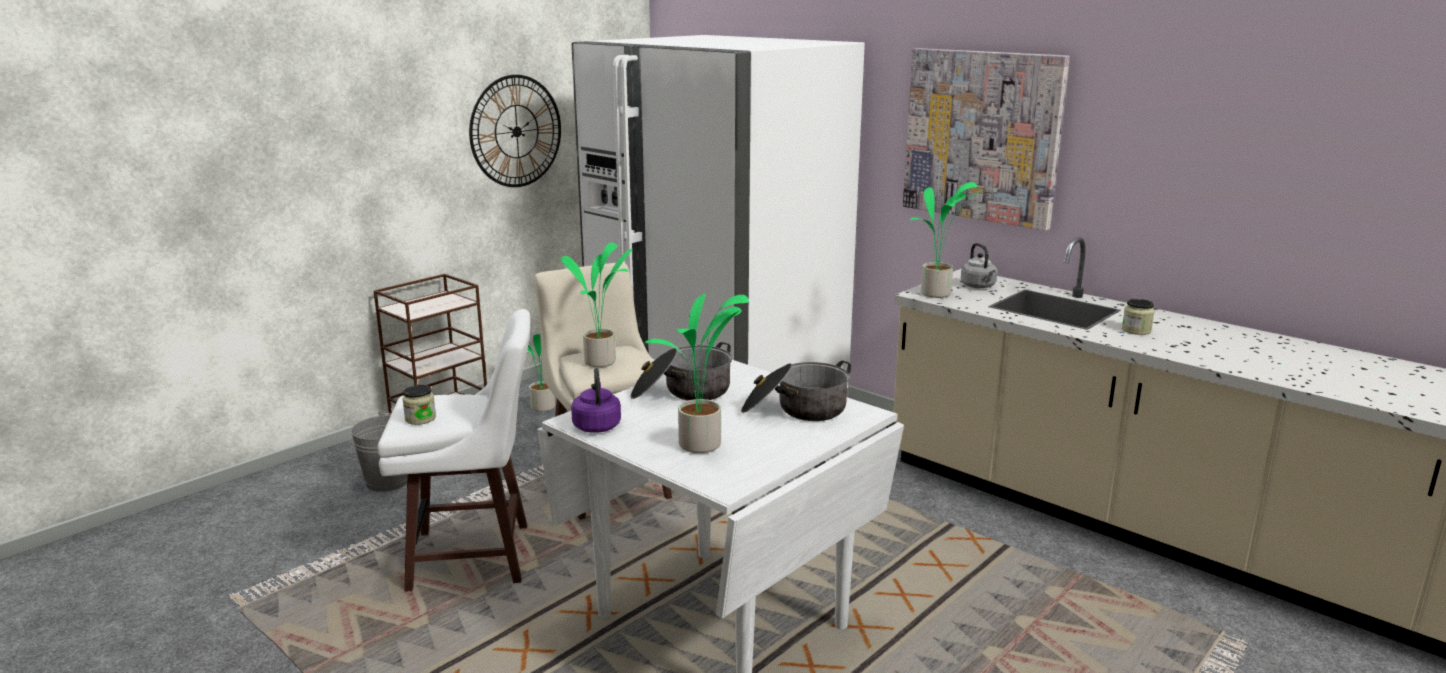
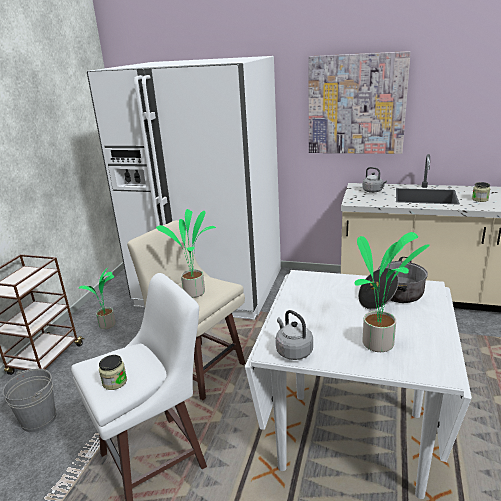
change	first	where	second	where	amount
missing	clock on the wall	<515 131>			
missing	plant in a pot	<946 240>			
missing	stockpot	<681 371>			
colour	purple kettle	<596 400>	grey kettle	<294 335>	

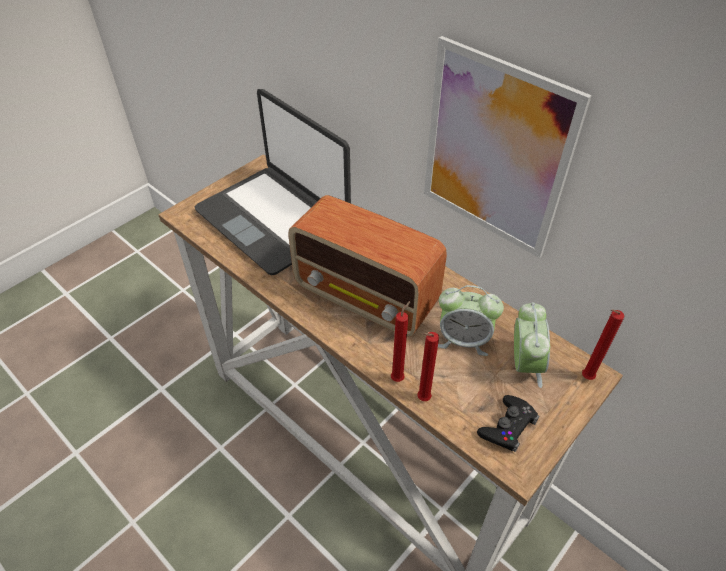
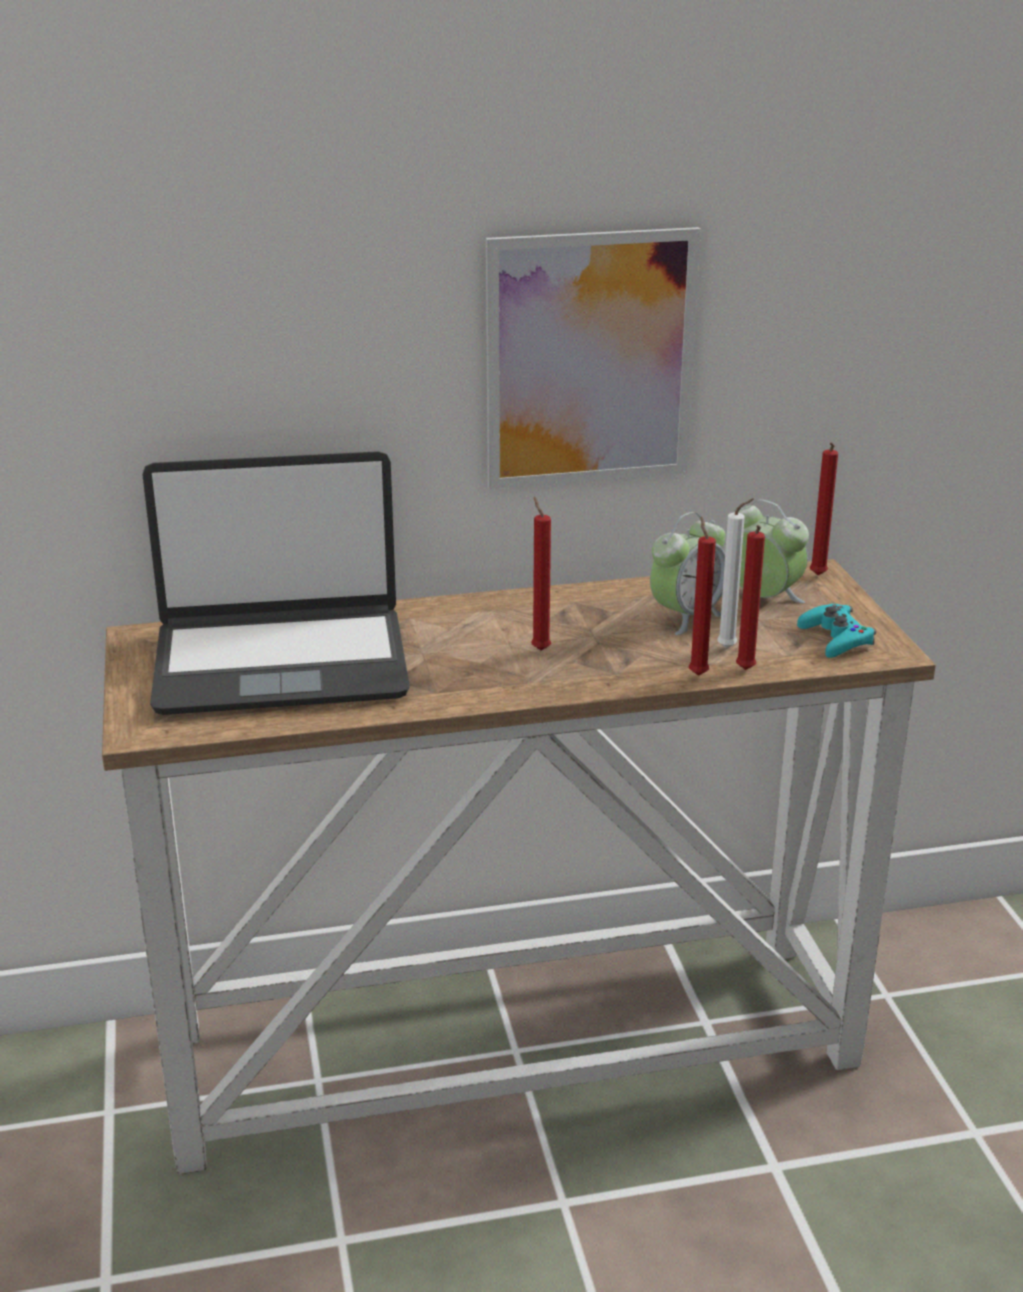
change	first	where	second	where	amount
exchanged	radio receiver	<367 266>	reddish wax light	<541 573>	
colour	black game controller	<508 423>	turquoise-coloured game controller	<836 631>	
appeared			whitish wax light	<735 573>	

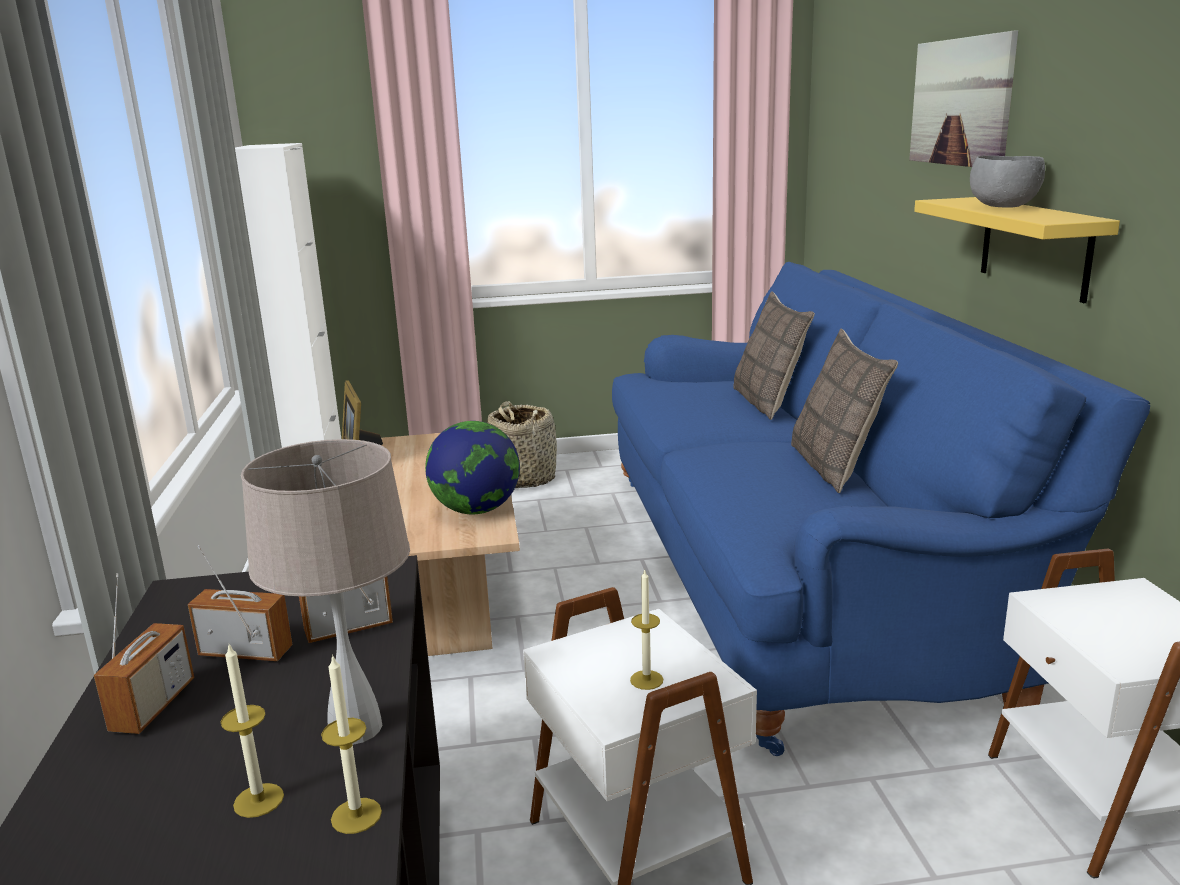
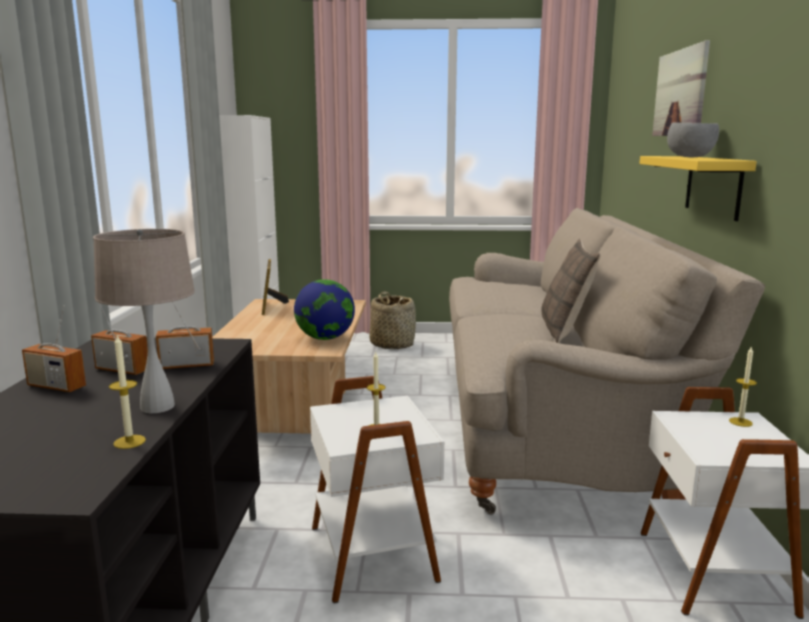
change	first	where	second	where	amount
colour	blue settee	<881 509>	sand-coloured settee	<607 361>	
missing	pillow	<774 355>			
spun	radio receiver	<144 653>		<54 348>	90 degrees clockwise
relocated	wax light	<252 731>		<743 386>	

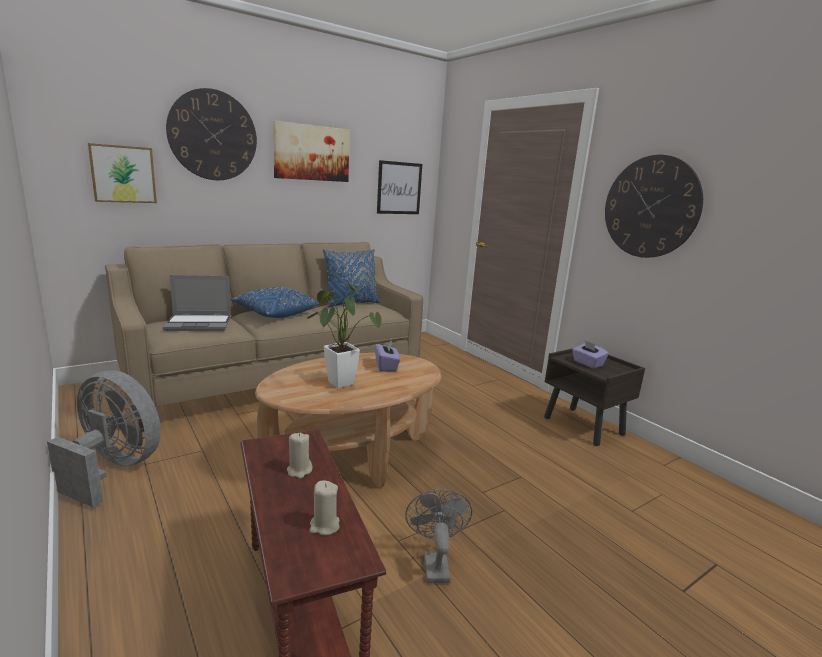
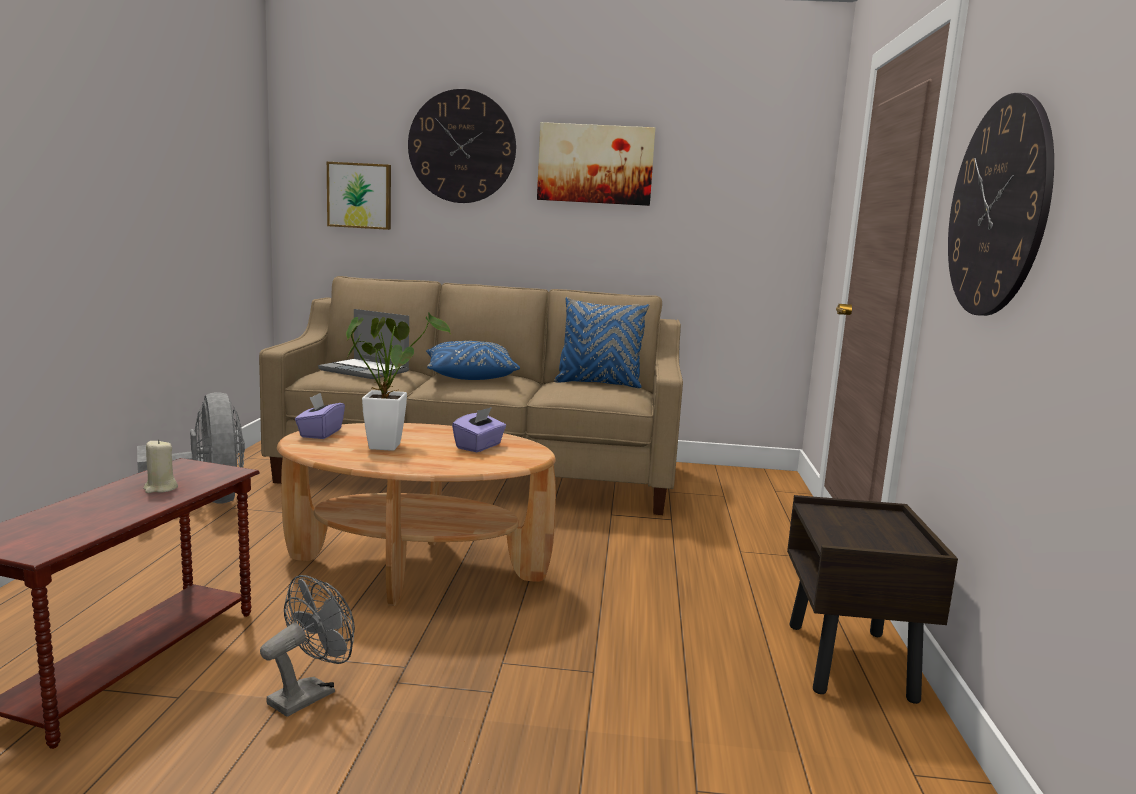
change	first	where	second	where	amount
missing	wall picture	<399 187>			
relocated	purple tissue box	<590 354>		<320 416>	
missing	sand-coloured wax light	<325 508>			

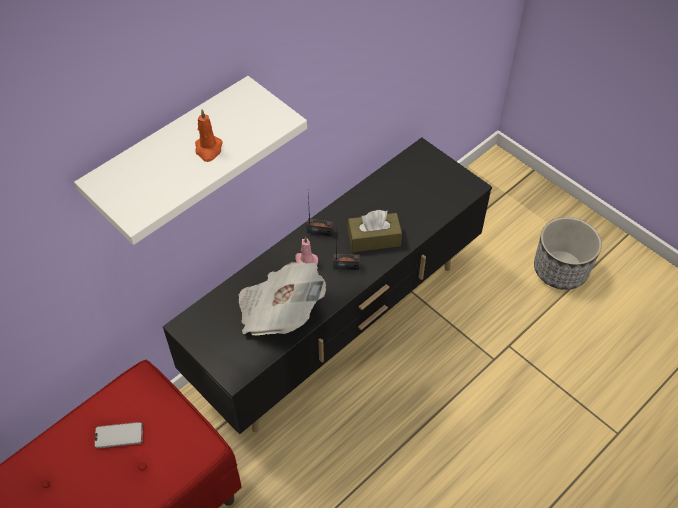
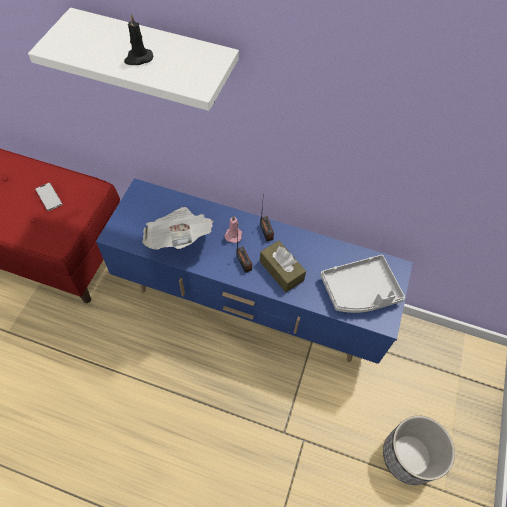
change	first	where	second	where	amount
colour	orange-coloured wax light	<209 135>	black wax light	<138 39>	
colour	black tv unit	<327 285>	blue tv unit	<254 271>	
appeared			grey tray	<362 284>	

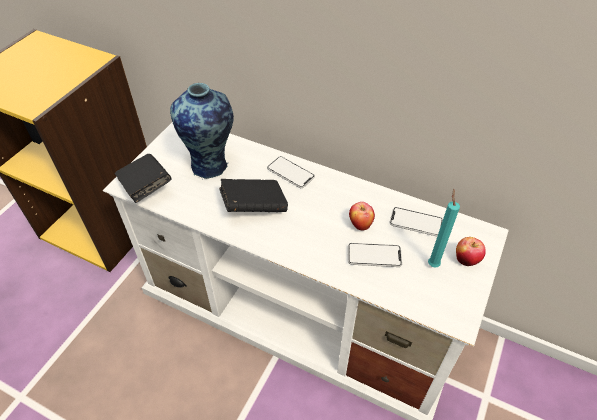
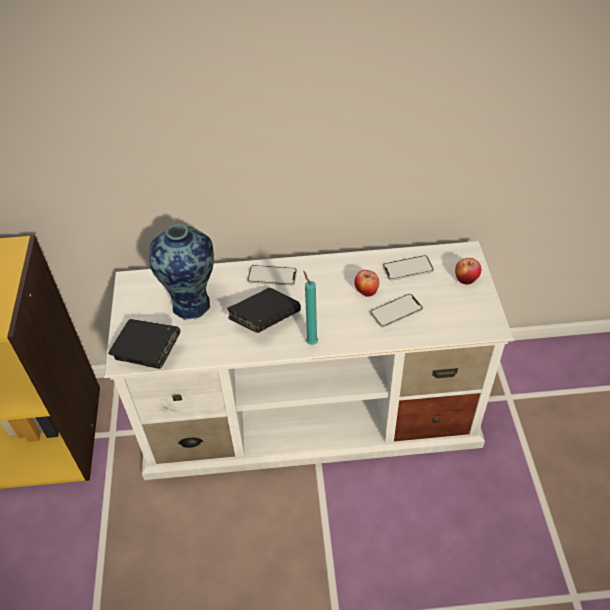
change	first	where	second	where	amount
relocated	turquoise-coloured wax light	<444 228>		<310 308>	

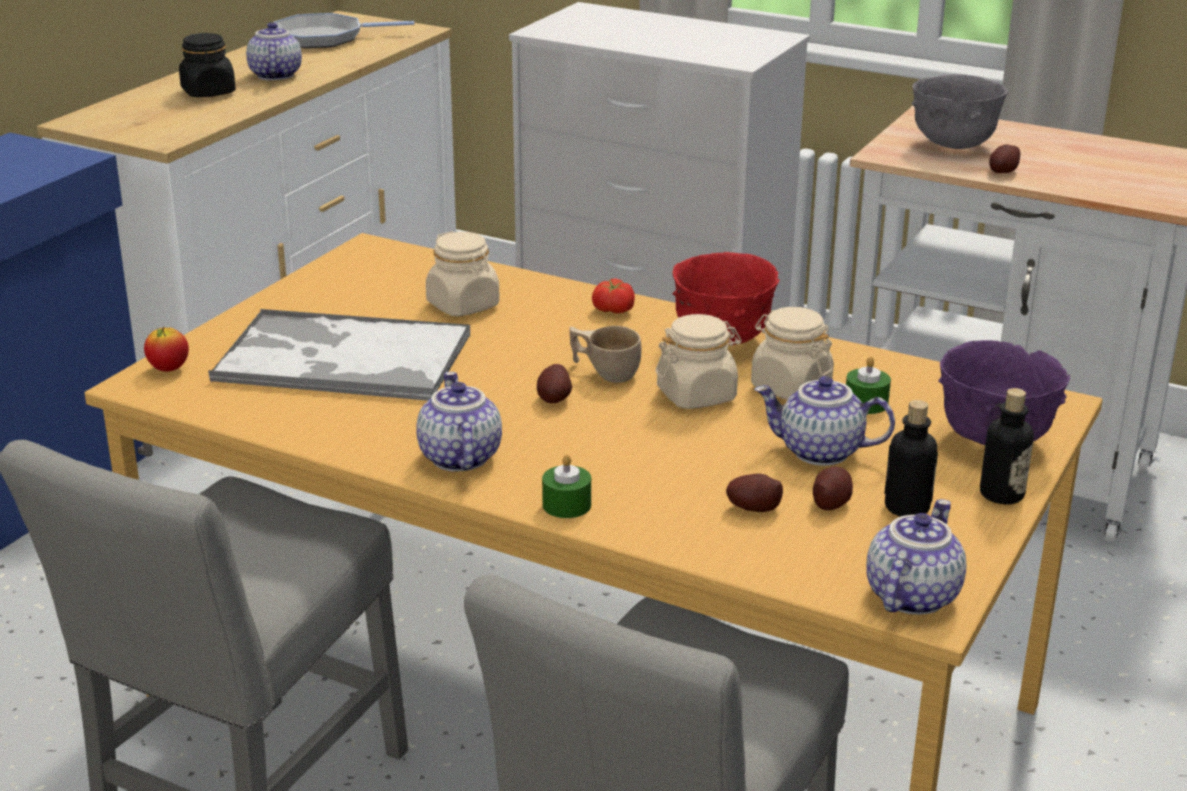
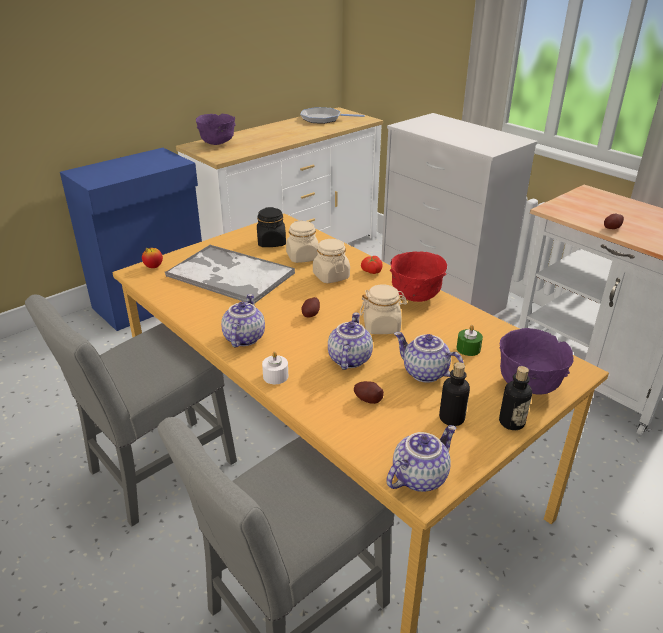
change	first	where	second	where	amount
relocated	teapot	<274 51>		<350 341>	
relocated	black preserve jar	<207 65>		<271 227>	
missing	grey serving bowl	<959 111>			
relocated	sand-coloured preserve jar	<792 353>		<331 261>	
missing	sand-coloured cup	<605 354>			
colour	green wax light	<566 486>	whitish wax light	<275 367>	
missing	whole potato	<833 488>			
appeared			purple serving bowl	<216 129>	

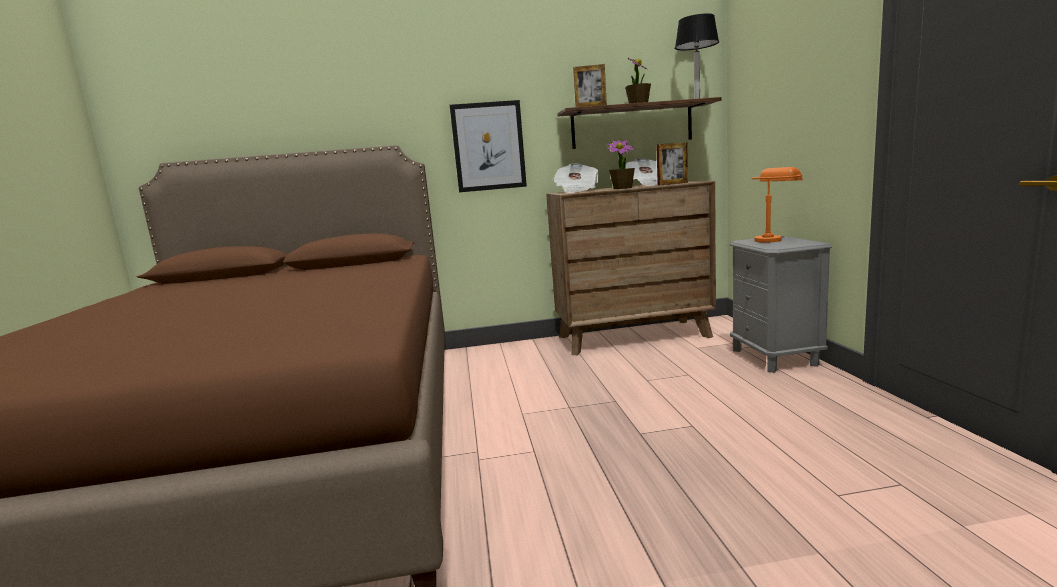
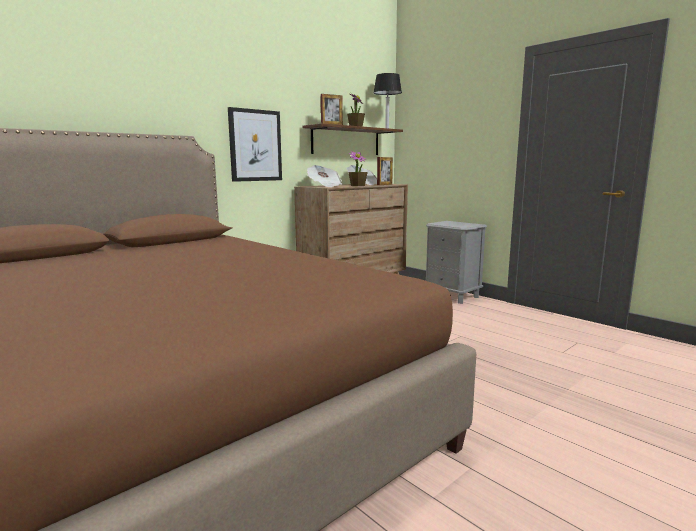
change	first	where	second	where	amount
missing	orange-coloured tabletop lamp	<777 205>			

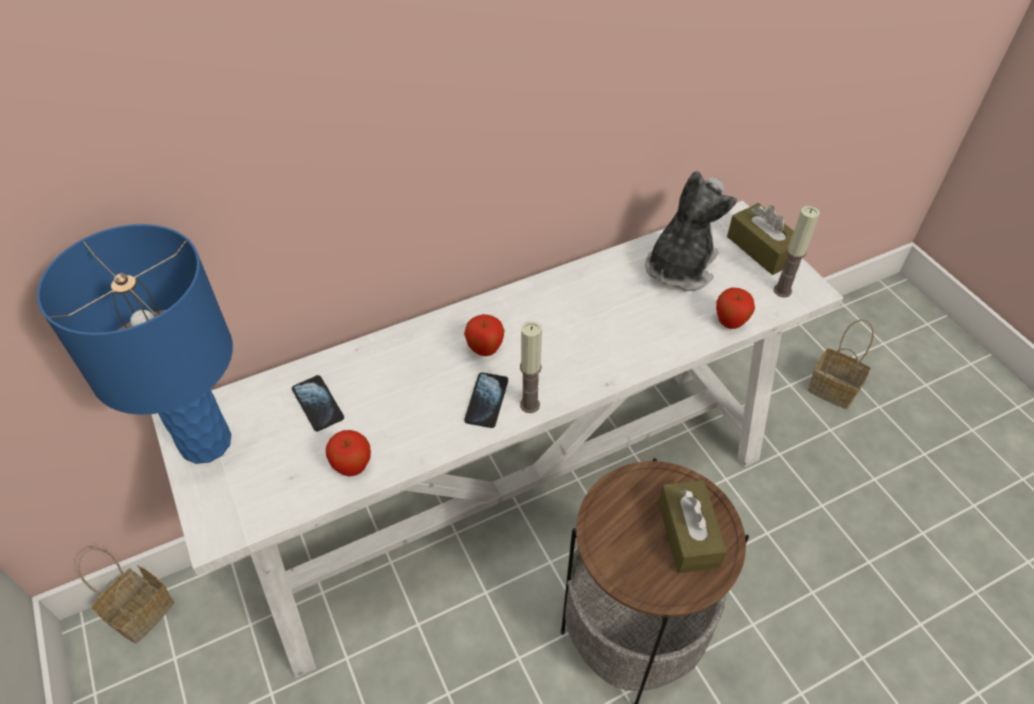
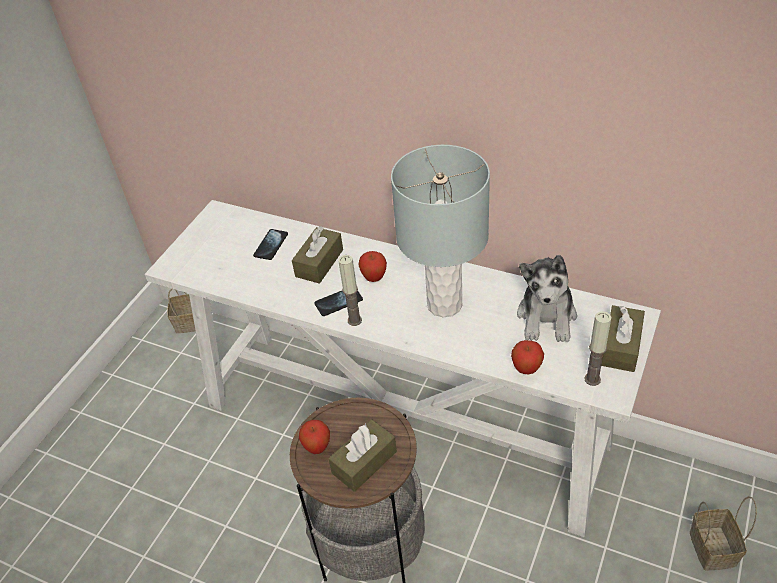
change	first	where	second	where	amount
spun	plush toy	<691 231>		<547 298>	105 degrees clockwise
missing	blue tabletop lamp	<135 344>			
relocated	whole apple	<348 453>		<314 437>	
appeared			grey tabletop lamp	<440 231>	
appeared			brown tissue box	<317 255>	

